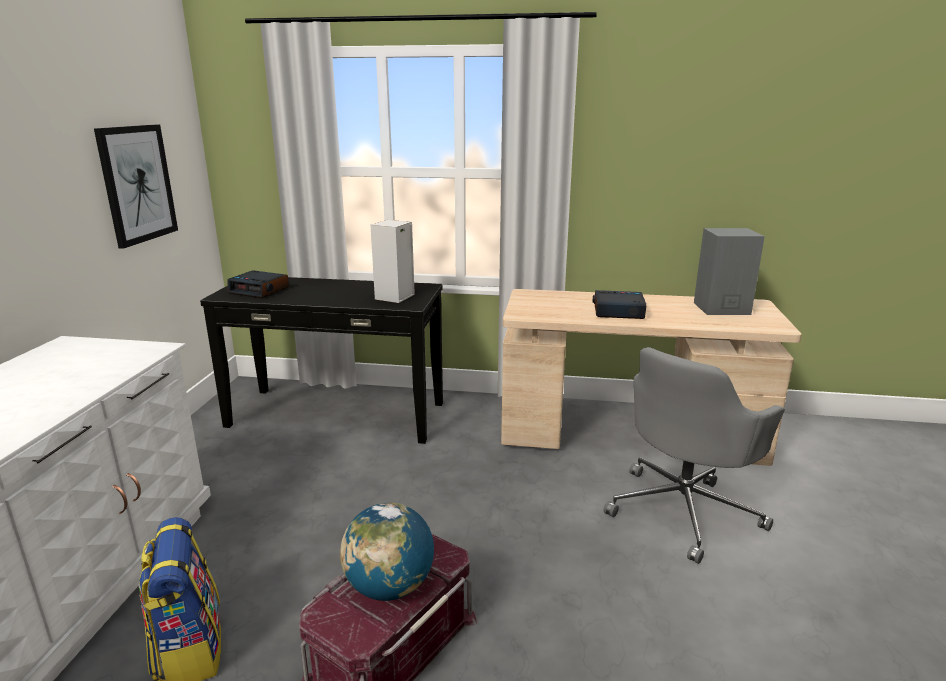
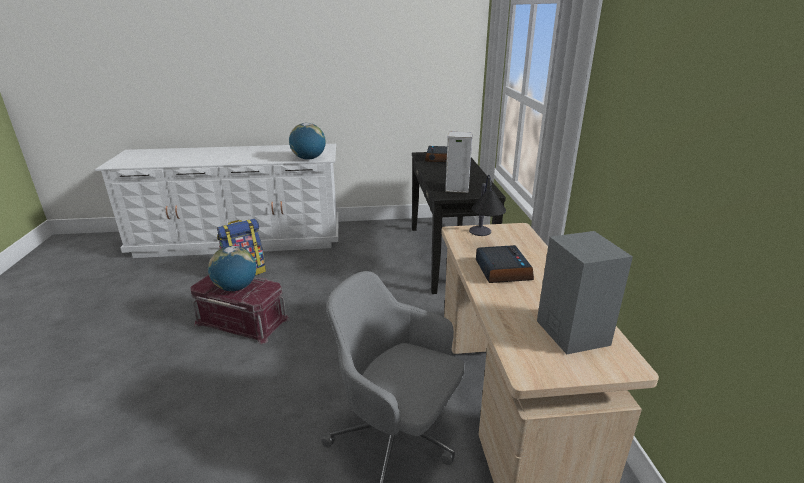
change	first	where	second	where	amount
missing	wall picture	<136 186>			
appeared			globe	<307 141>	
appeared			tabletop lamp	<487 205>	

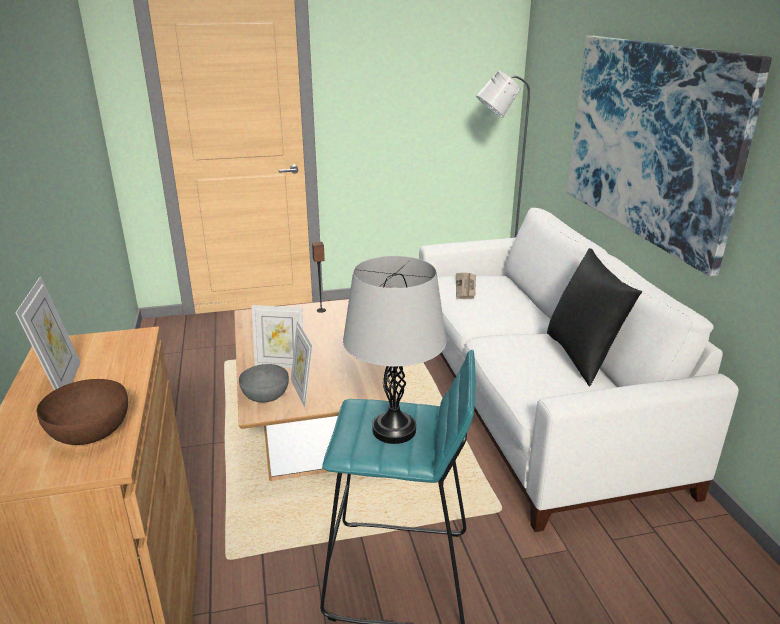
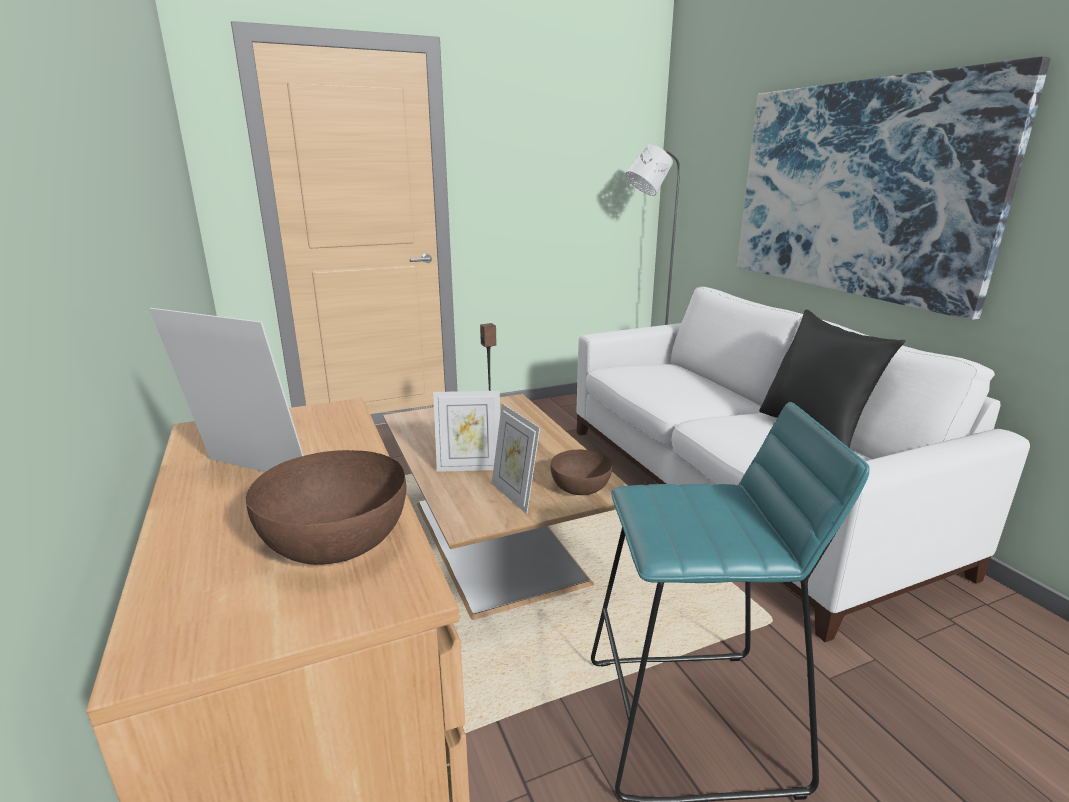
change	first	where	second	where	amount
missing	grey tabletop lamp	<394 350>			
missing	newspaper	<466 286>			
spun	photo frame	<48 333>		<226 390>	45 degrees counterclockwise
missing	grey serving bowl	<264 383>			
appeared			brown serving bowl	<581 472>	

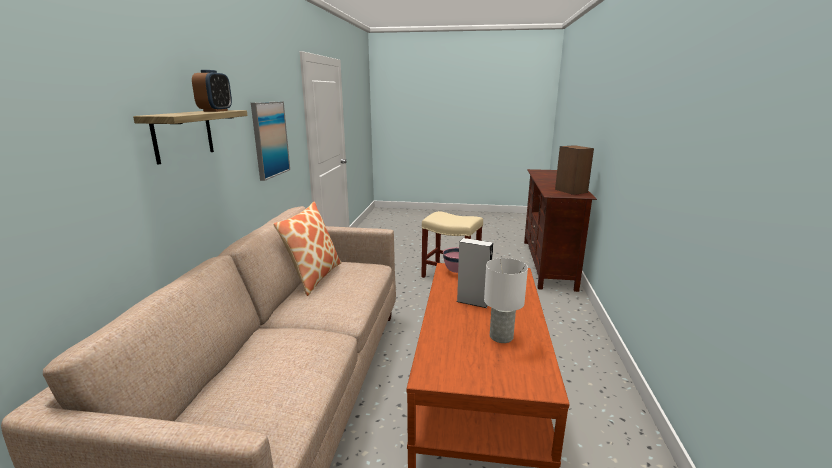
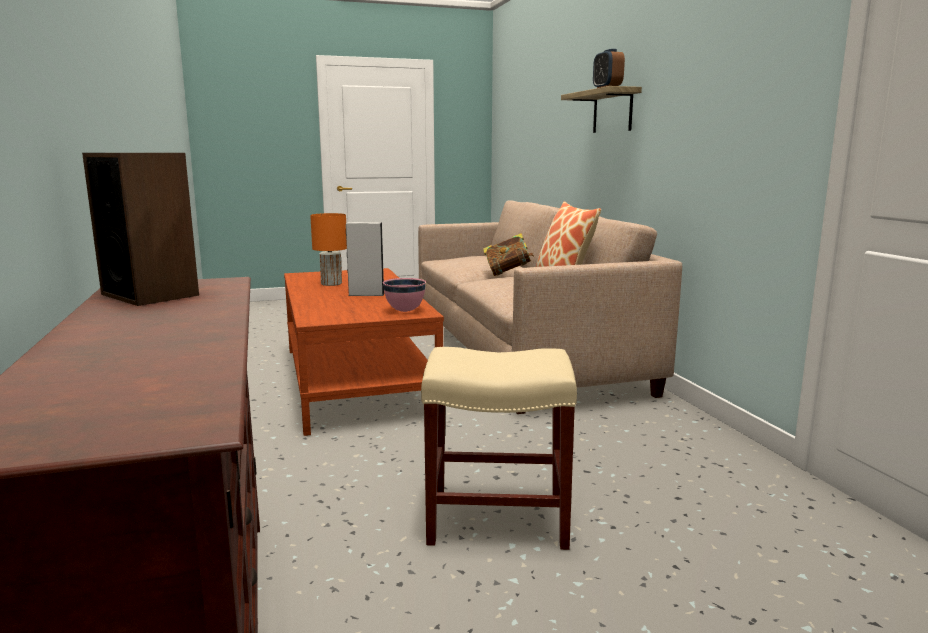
change	first	where	second	where	amount
missing	wall picture	<270 141>			
colour	whitish tabletop lamp	<506 300>	orange-coloured tabletop lamp	<328 249>	
appeared			book	<508 254>	

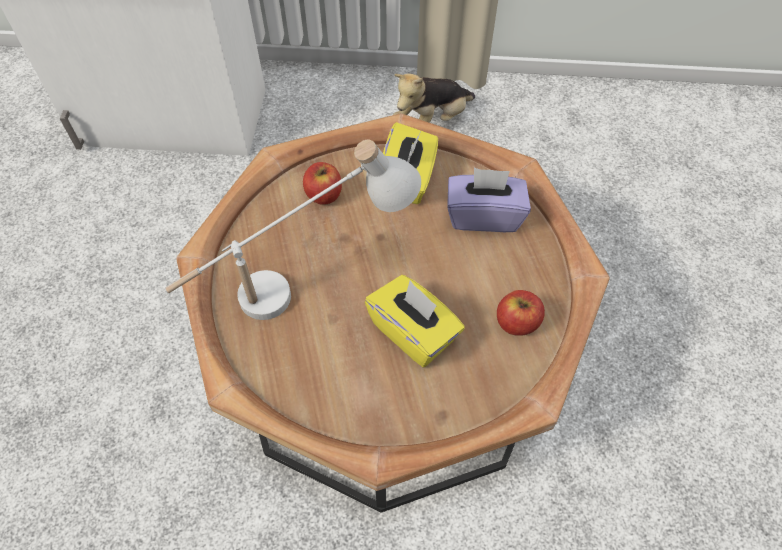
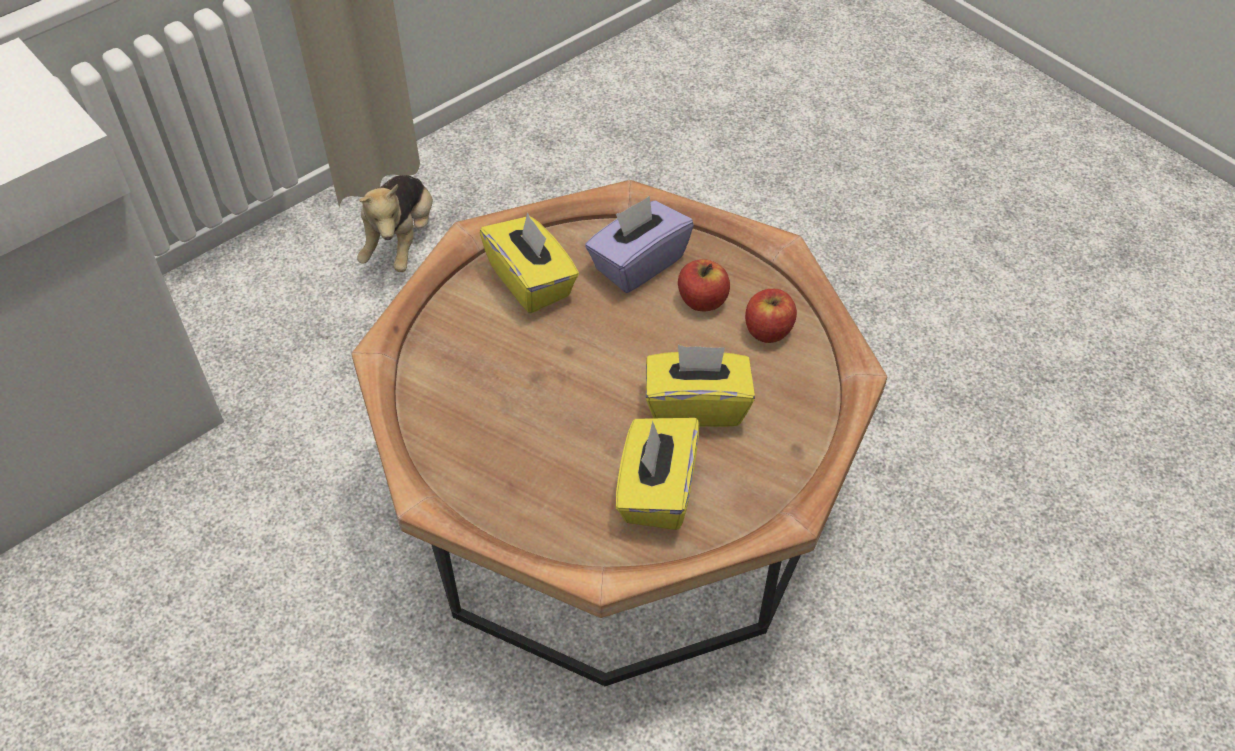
change	first	where	second	where	amount
missing	whitish tabletop lamp	<293 230>			
relocated	whole apple	<322 183>		<704 285>	
appeared			yellowish tissue box	<657 474>	

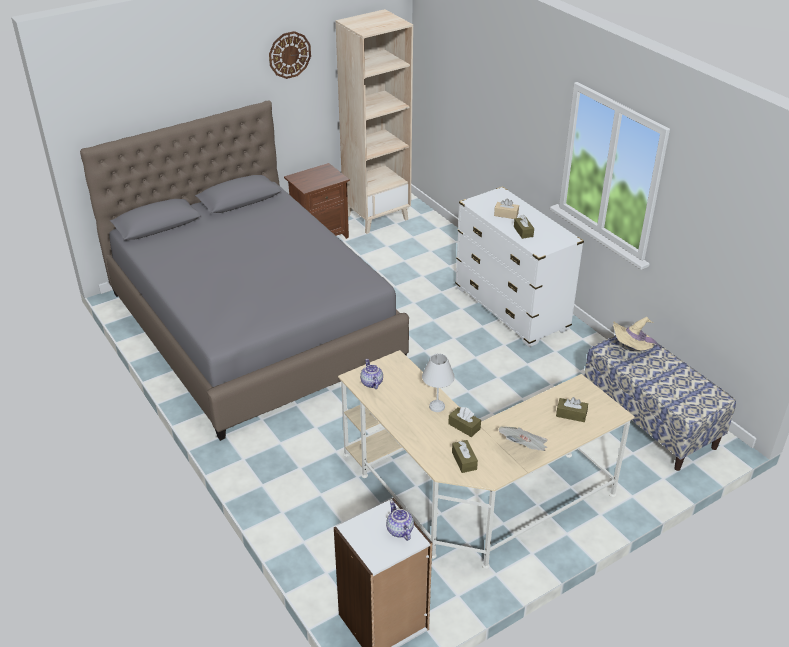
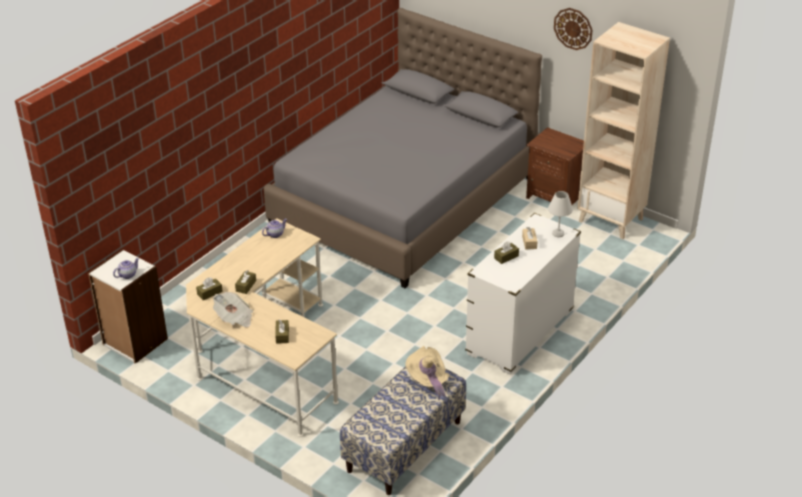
change	first	where	second	where	amount
relocated	whitish tabletop lamp	<438 383>		<560 214>	

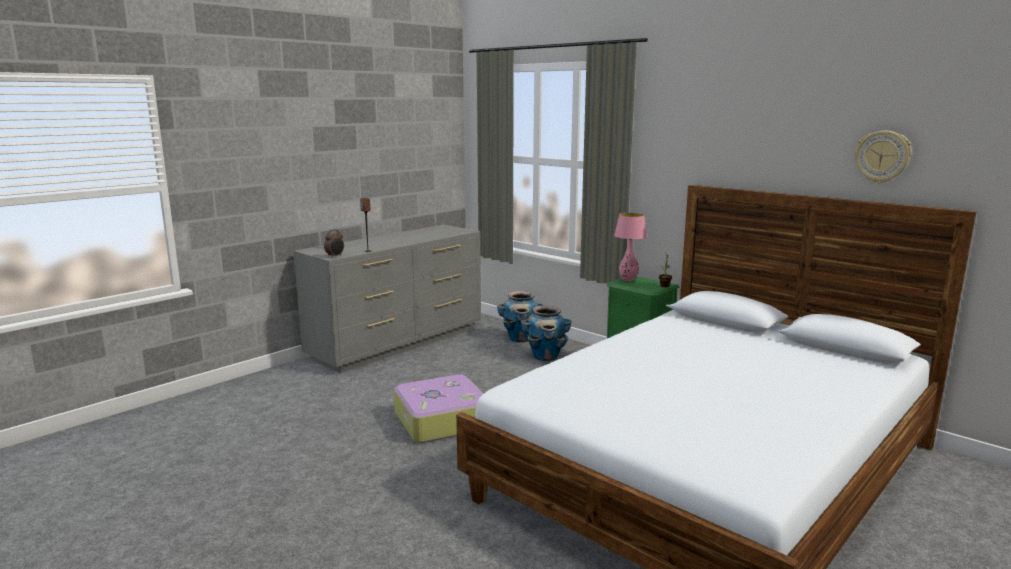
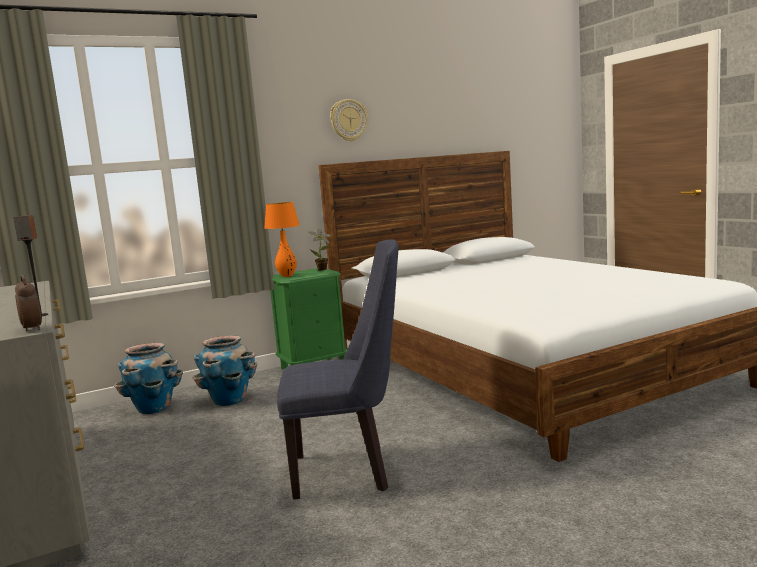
change	first	where	second	where	amount
relocated	clock on the wall	<883 157>		<349 120>	
colour	pinkish tabletop lamp	<630 247>	orange-coloured tabletop lamp	<281 239>	
exchanged	suitcase	<438 408>	blue plain chair	<337 369>	

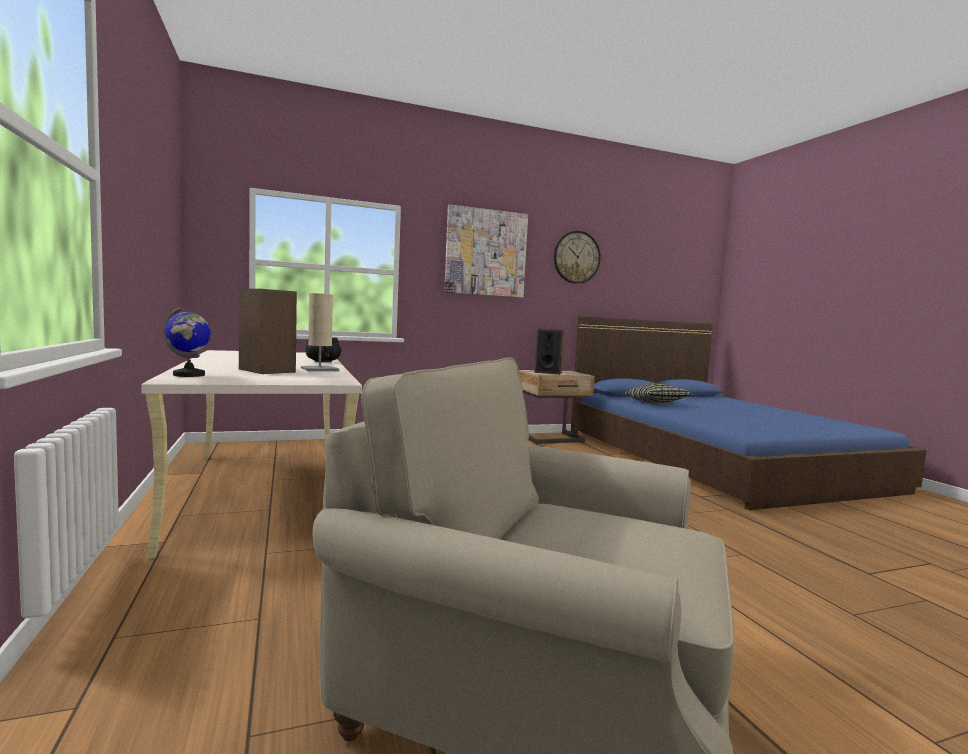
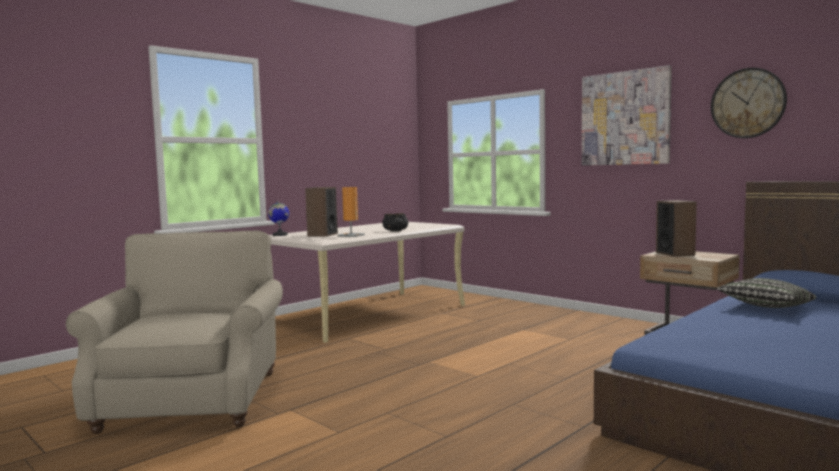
change	first	where	second	where	amount
colour	sand-coloured tabletop lamp	<320 332>	orange-coloured tabletop lamp	<351 212>	

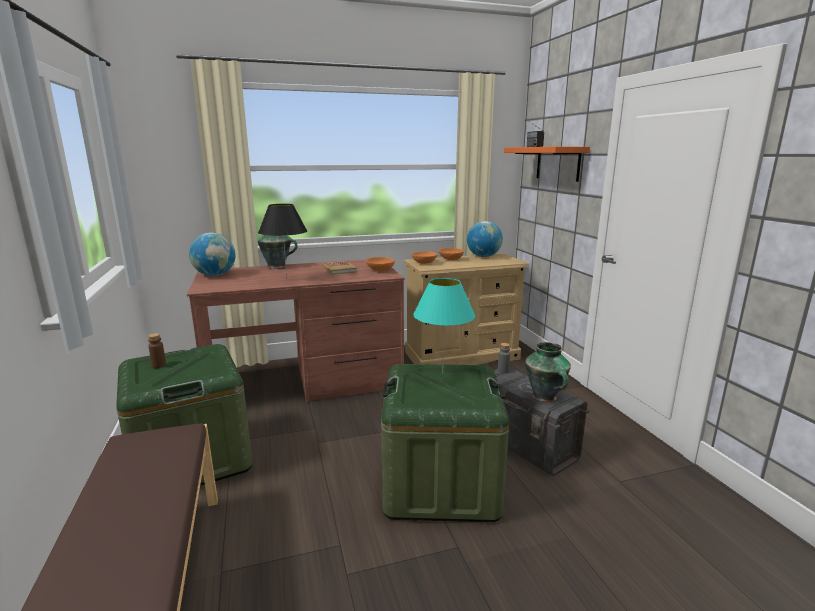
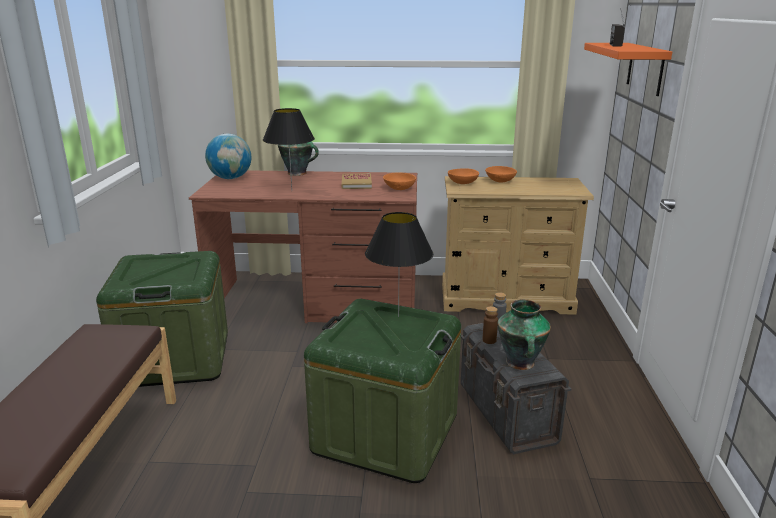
change	first	where	second	where	amount
missing	globe	<485 239>			
colour	turquoise-coloured tabletop lamp	<444 326>	black tabletop lamp	<399 264>	
relocated	brown beverage bottle	<157 350>		<490 325>	

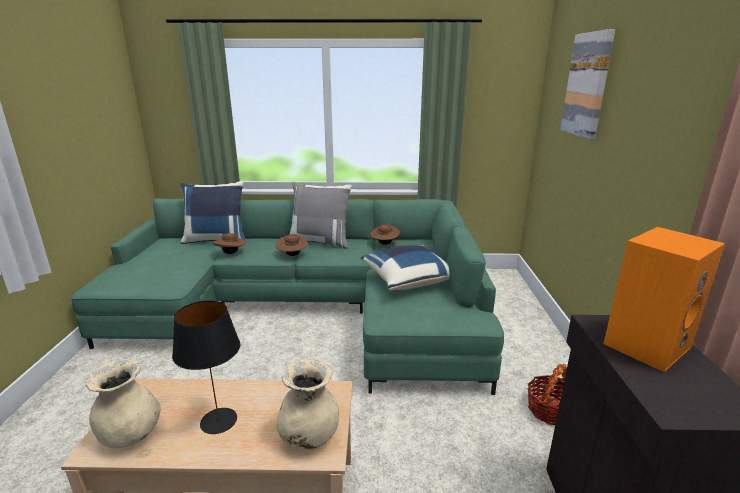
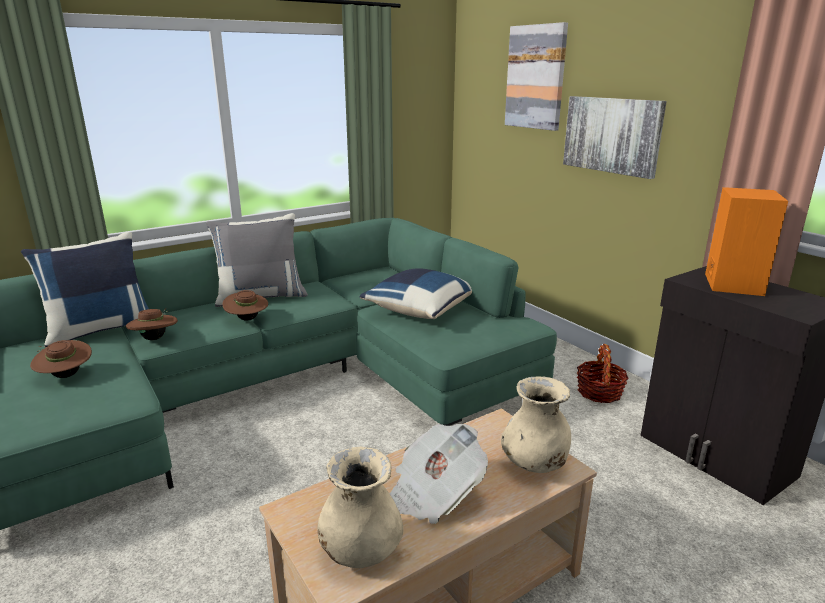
change	first	where	second	where	amount
relocated	brown hat	<385 234>		<61 359>	
exchanged	black tabletop lamp	<206 367>	newspaper	<438 474>	
appeared			wall picture	<615 137>	

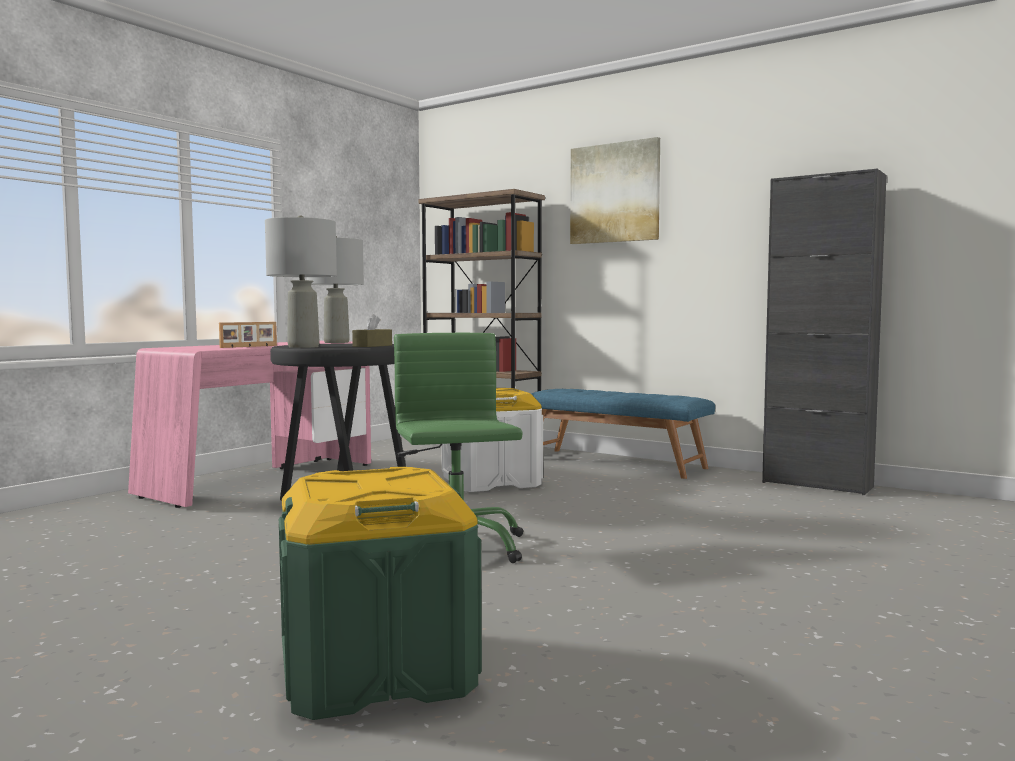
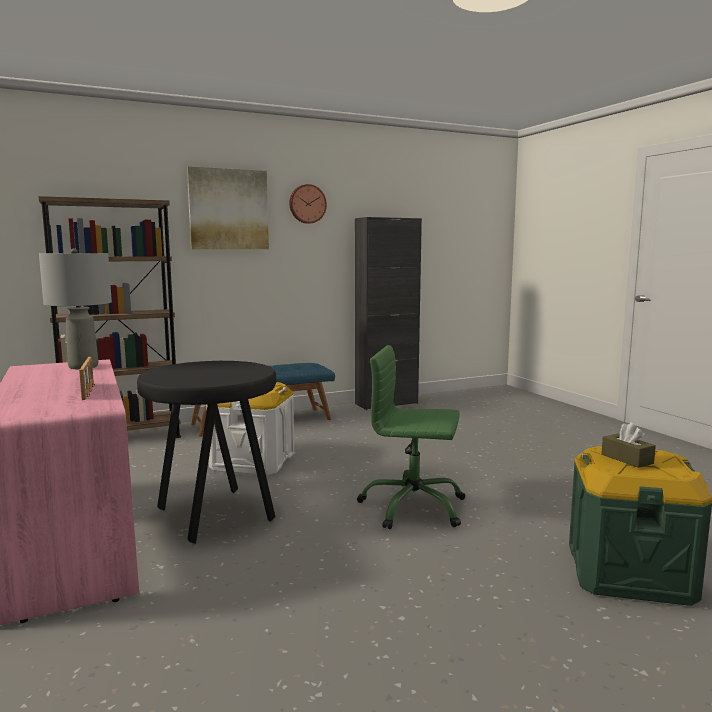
change	first	where	second	where	amount
missing	grey tabletop lamp	<301 281>			
relocated	brown tissue box	<372 330>		<628 445>	
appeared			clock on the wall	<308 204>	

